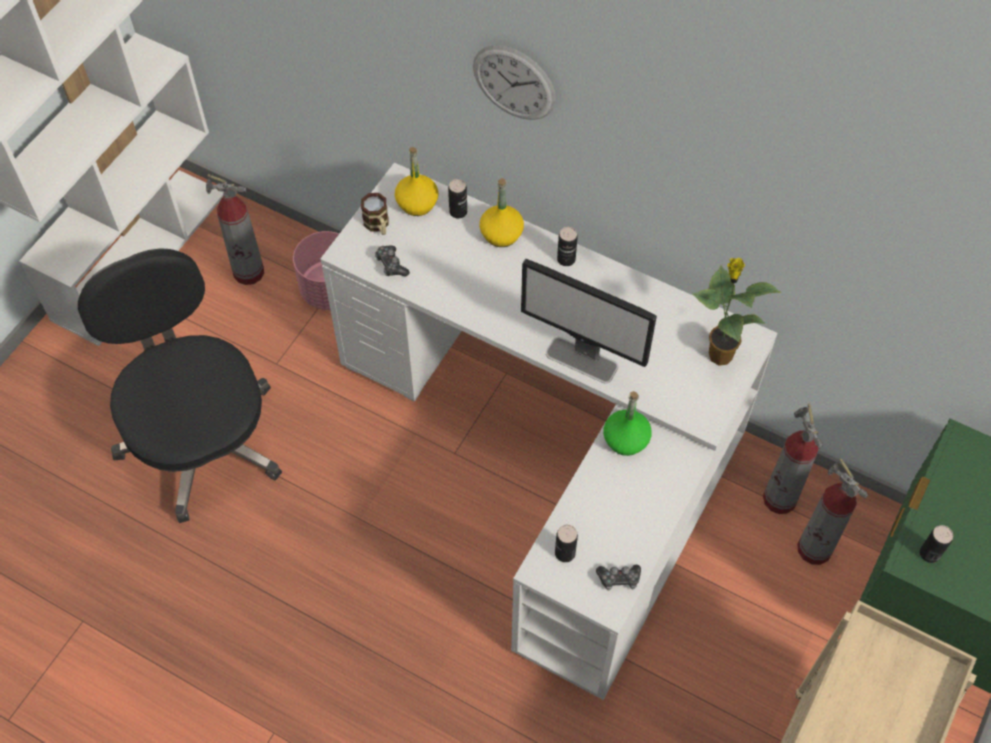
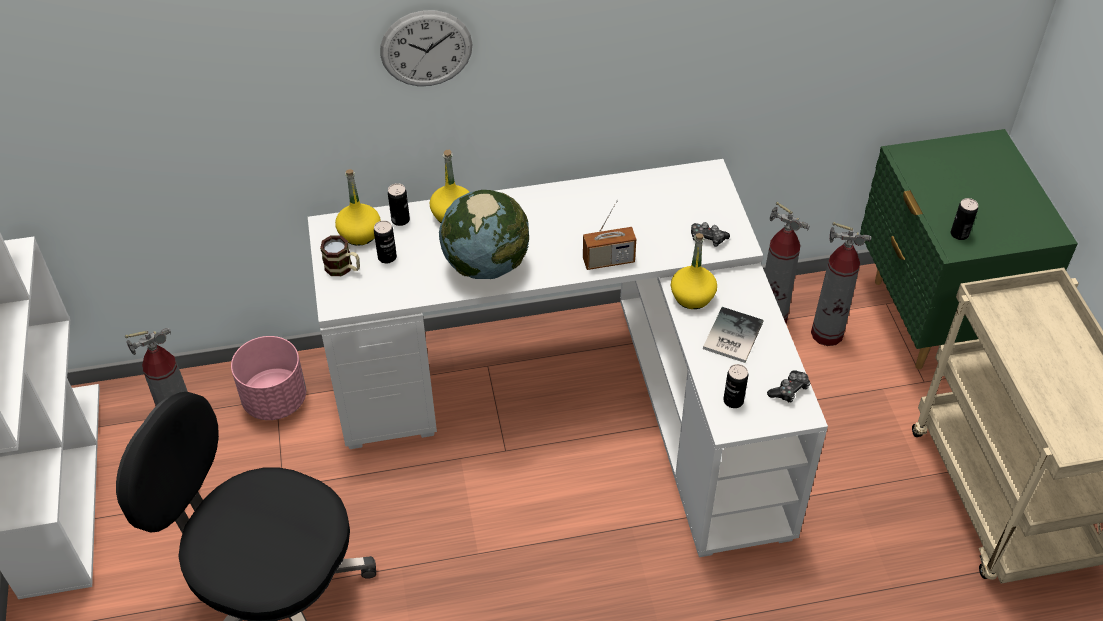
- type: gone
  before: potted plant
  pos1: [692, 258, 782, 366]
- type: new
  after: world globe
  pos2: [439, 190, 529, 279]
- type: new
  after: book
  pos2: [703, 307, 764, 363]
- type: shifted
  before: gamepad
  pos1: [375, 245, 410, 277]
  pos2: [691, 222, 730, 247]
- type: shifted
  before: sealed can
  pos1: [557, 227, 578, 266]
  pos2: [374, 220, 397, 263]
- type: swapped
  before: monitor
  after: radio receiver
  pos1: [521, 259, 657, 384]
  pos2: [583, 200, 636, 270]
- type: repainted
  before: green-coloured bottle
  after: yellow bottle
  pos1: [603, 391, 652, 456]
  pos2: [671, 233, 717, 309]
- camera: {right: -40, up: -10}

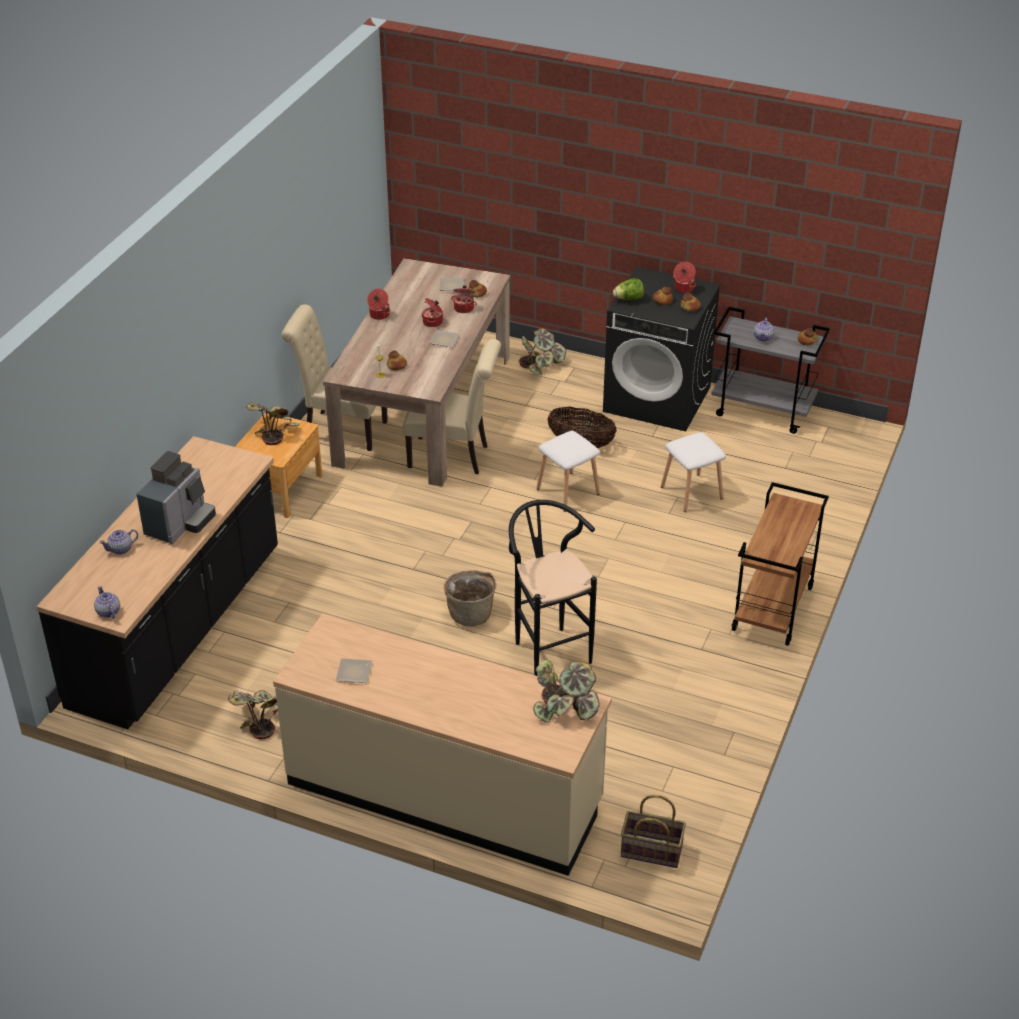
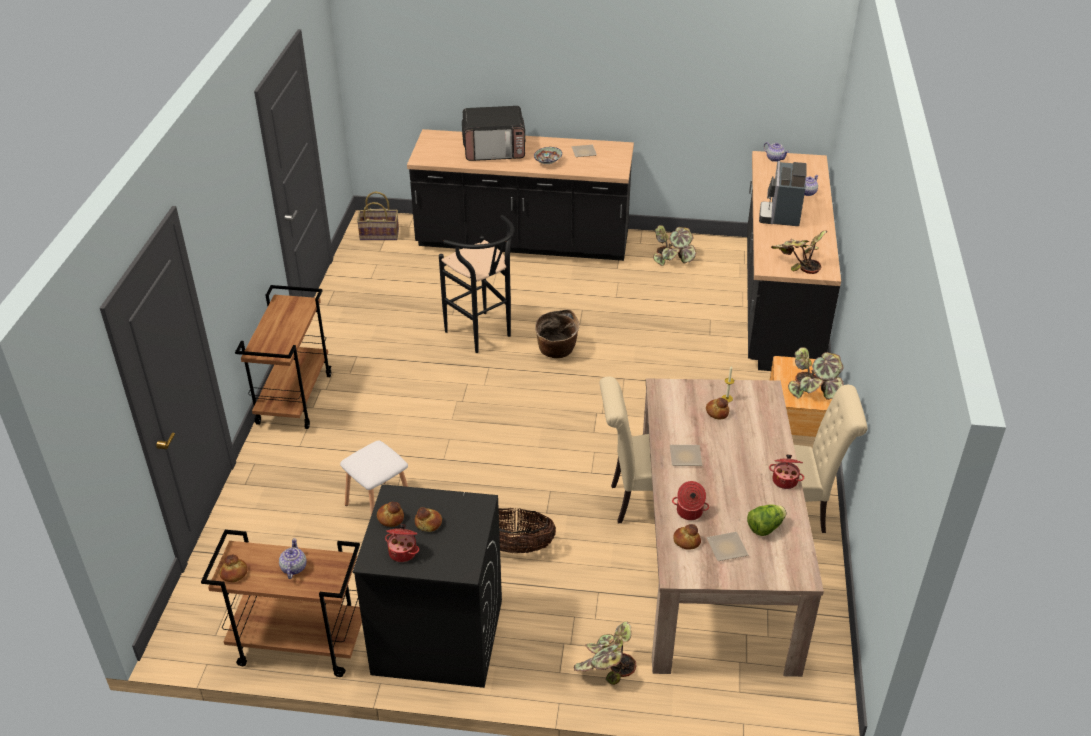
- type: gone
  before: saucepot
  pos1: [422, 298, 443, 327]
- type: gone
  before: whitish stool
  pos1: [536, 431, 600, 512]
- type: new
  after: microwave oven
  pos2: [462, 106, 525, 161]
- type: new
  after: bowl
  pos2: [534, 147, 562, 164]
- type: shifted
  before: potted plant
  pos1: [533, 660, 600, 723]
  pos2: [771, 231, 828, 274]
- type: shifted
  before: lettuce head
  pos1: [613, 278, 644, 300]
  pos2: [747, 505, 786, 536]
- type: repainted
  before: sand-coloured kitchen base unit
  after: black kitchen base unit
  pos1: [273, 614, 612, 876]
  pos2: [407, 129, 634, 261]
- type: repainted
  before: greyish wheeled cart
  after: brownish wheeled cart
  pos1: [711, 307, 830, 434]
  pos2: [201, 530, 362, 677]
- camera: {right: 165, up: 0}

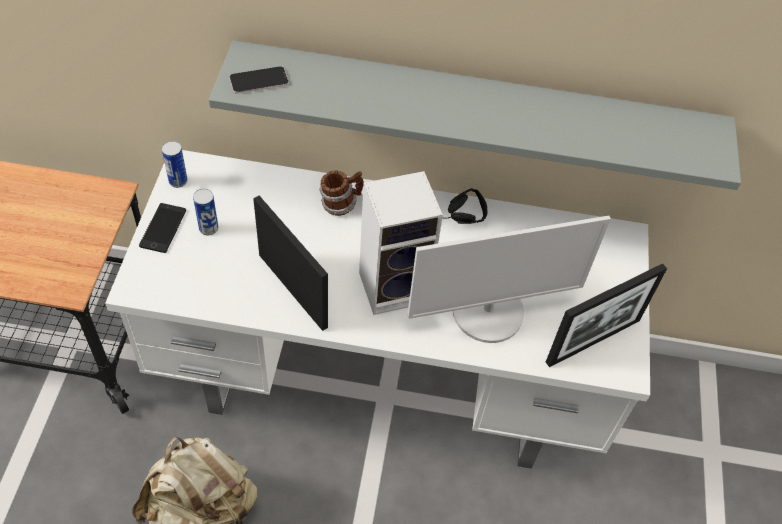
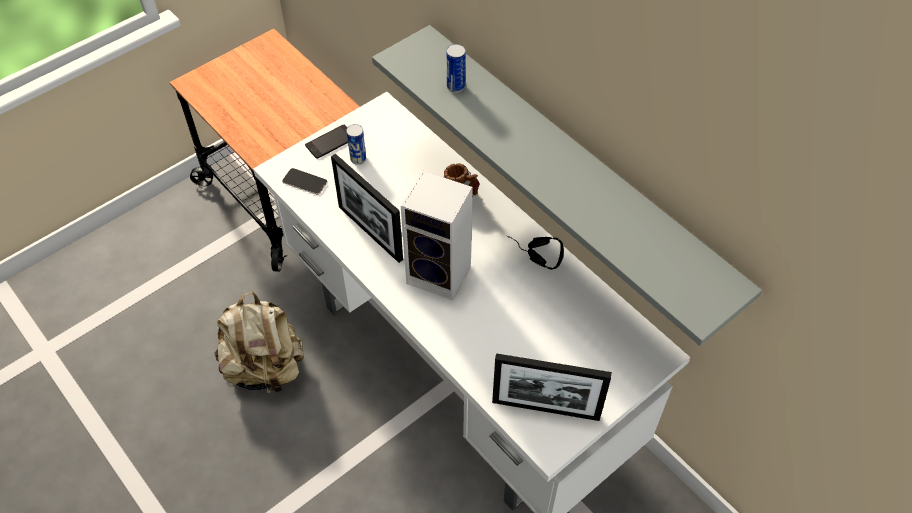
- type: gone
  before: monitor
  pos1: [407, 216, 611, 343]
- type: shifted
  before: sealed can
  pos1: [162, 141, 188, 188]
  pos2: [446, 44, 465, 93]
- type: shifted
  before: telephone
  pos1: [229, 66, 289, 94]
  pos2: [282, 168, 328, 195]
- type: rotated
  before: photo frame
  pos1: [253, 196, 328, 331]
  pos2: [331, 154, 403, 263]
  turn: 135
- camera: {right: 45, up: 0}

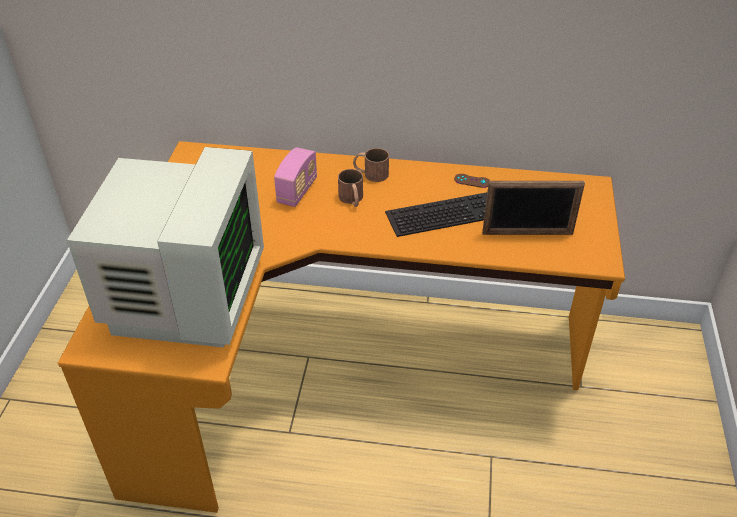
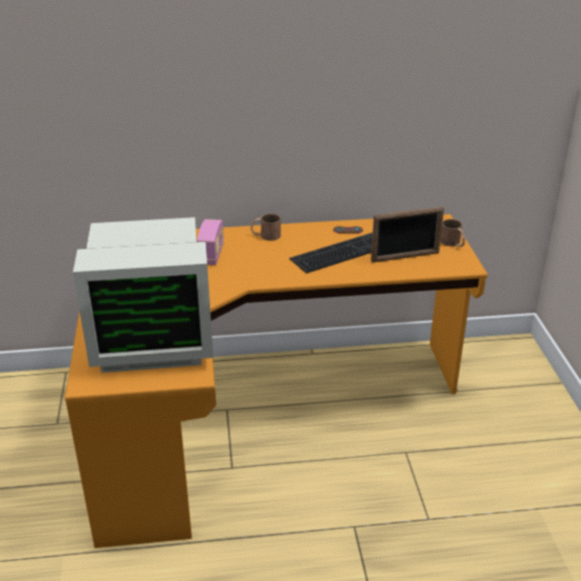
- type: shifted
  before: brownish mug
  pos1: [338, 169, 363, 207]
  pos2: [440, 219, 465, 247]
- type: rotated
  before: monitor
  pos1: [67, 147, 264, 348]
  pos2: [73, 217, 213, 373]
  turn: 90
- camera: {right: -15, up: -10}

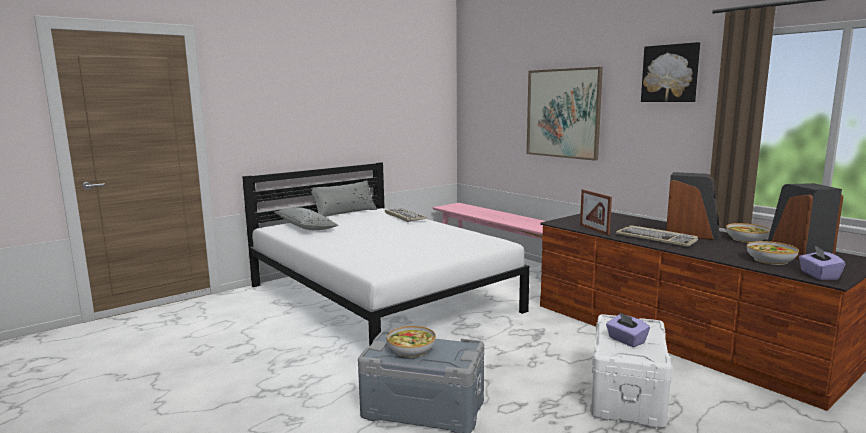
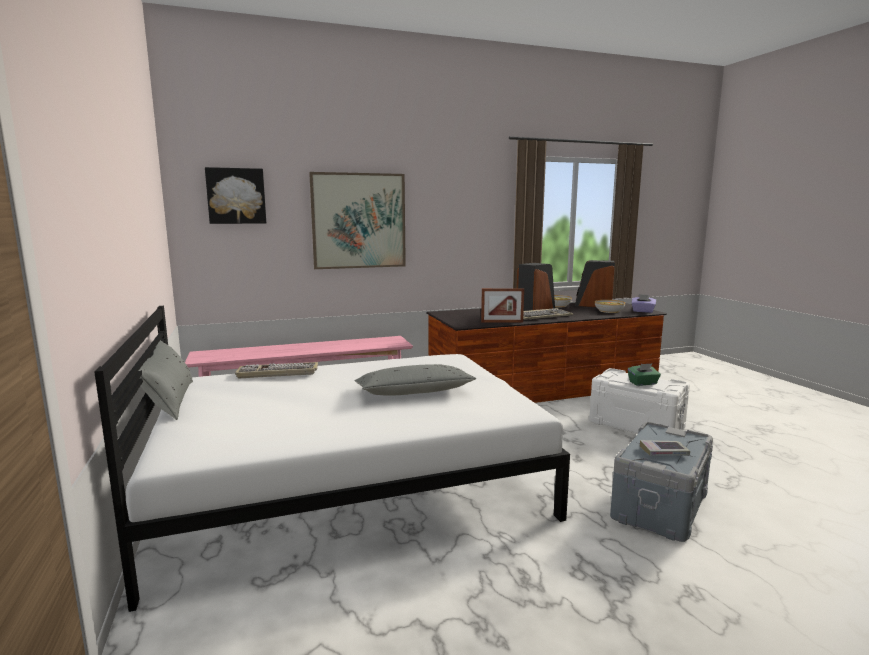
- type: shifted
  before: greyish cushion
  pos1: [275, 207, 339, 230]
  pos2: [355, 364, 477, 396]
- type: shifted
  before: wall picture
  pos1: [641, 42, 700, 102]
  pos2: [205, 167, 266, 224]
- type: swapped
  before: bowl
  after: book
  pos1: [387, 326, 436, 358]
  pos2: [640, 440, 690, 455]
- type: repainted
  before: purple-coloured tissue holder
  after: green-coloured tissue holder
  pos1: [606, 313, 650, 347]
  pos2: [628, 364, 661, 386]
- camera: {right: -70, up: 0}

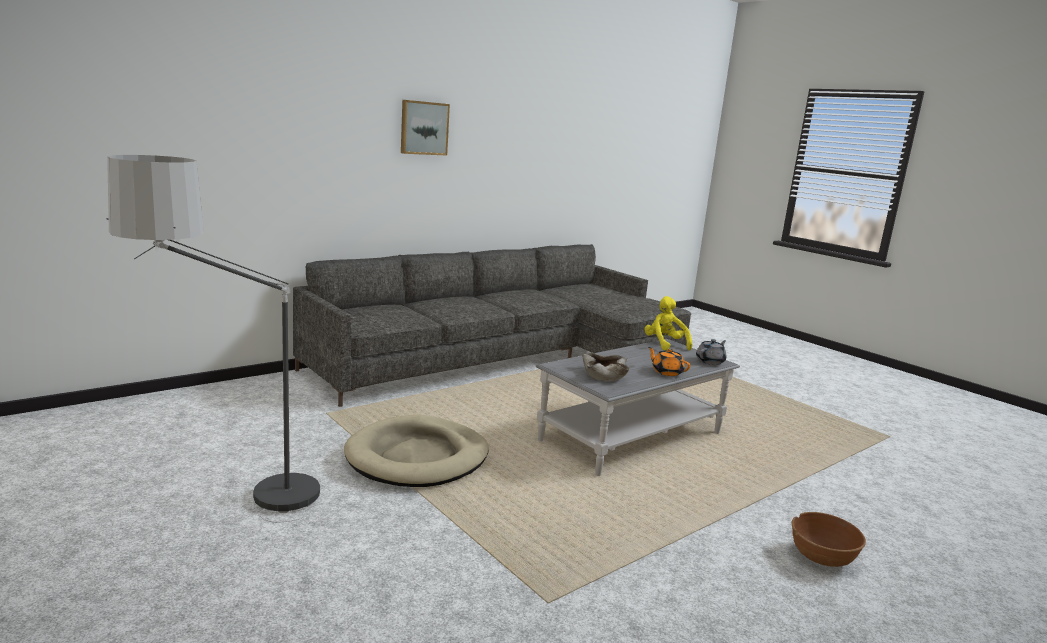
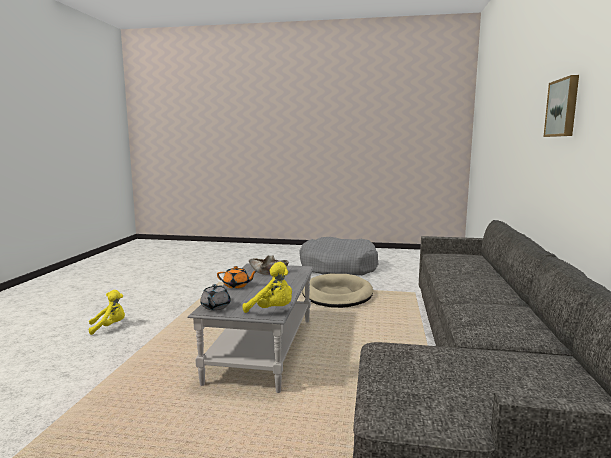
- type: swapped
  before: standing lamp
  after: greyish dog cushion
  pos1: [107, 155, 324, 522]
  pos2: [299, 237, 378, 275]
- type: swapped
  before: brownish bowl
  after: yellow cuddly toy
  pos1: [792, 512, 866, 567]
  pos2: [89, 290, 125, 335]
- camera: {right: 140, up: -5}

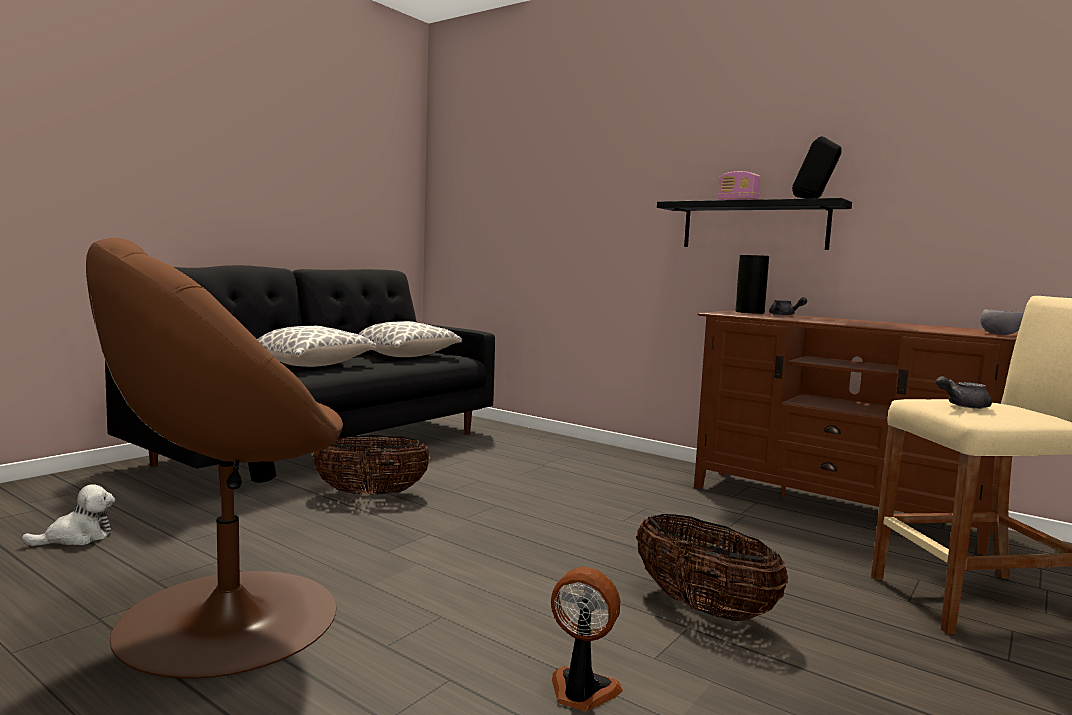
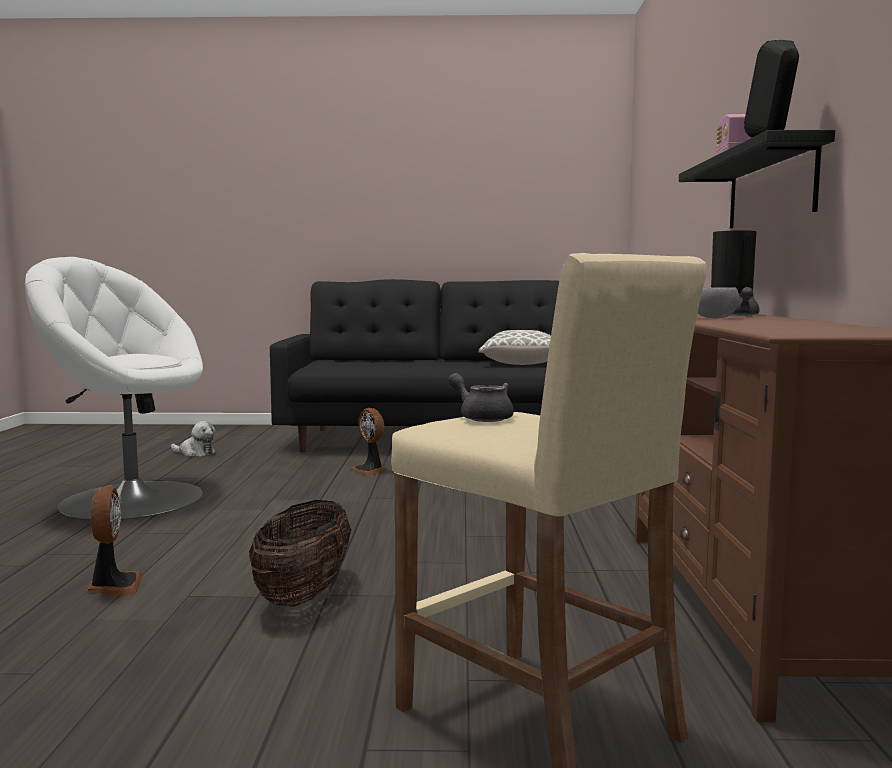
- type: gone
  before: cushion
  pos1: [257, 326, 377, 367]
- type: shifted
  before: greyish bowl
  pos1: [980, 310, 1023, 335]
  pos2: [698, 287, 739, 319]
- type: swapped
  before: basket
  after: fan
  pos1: [313, 435, 431, 495]
  pos2: [349, 408, 386, 476]
- type: repainted
  before: brownish armchair
  after: whitish armchair
  pos1: [86, 238, 343, 678]
  pos2: [25, 257, 203, 520]
- camera: {right: 55, up: 0}

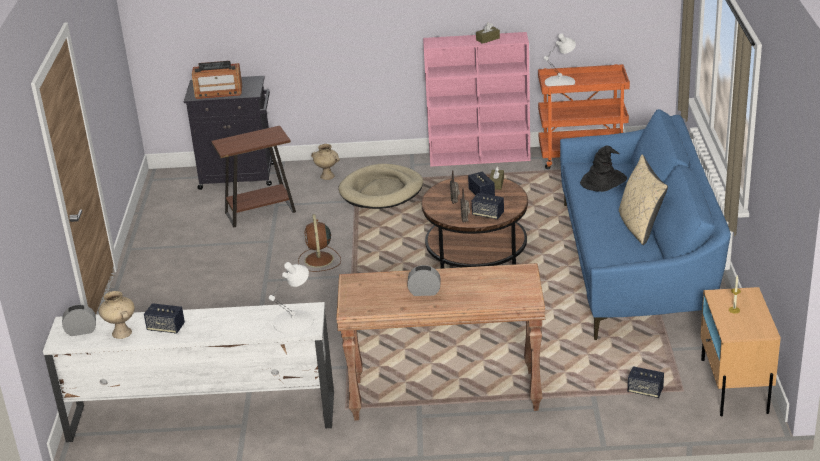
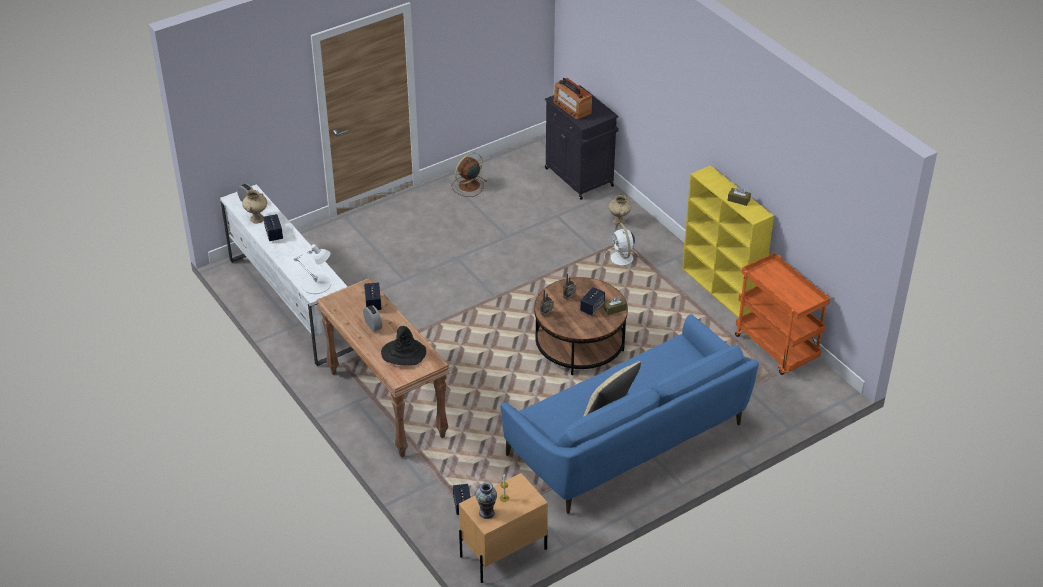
- type: gone
  before: brownish side table
  pos1: [211, 126, 296, 228]
- type: gone
  before: whitish lamp for a table
  pos1: [544, 34, 576, 86]
- type: new
  after: flower vase
  pos2: [475, 482, 497, 519]
- type: shifted
  before: brownish fan
  pos1: [298, 214, 341, 272]
  pos2: [452, 152, 487, 197]
- type: shifted
  before: speaker
  pos1: [472, 193, 504, 219]
  pos2: [364, 282, 382, 310]
- type: shifted
  before: black hat
  pos1: [580, 146, 627, 192]
  pos2: [381, 326, 426, 366]
- type: swapped
  before: sand-coloured dog cushion
  after: whitish fan
  pos1: [338, 164, 423, 209]
  pos2: [604, 223, 637, 269]
- type: repainted
  before: pink shelving unit
  after: yellow shelving unit
  pos1: [423, 32, 530, 167]
  pos2: [682, 165, 774, 318]
- camera: {right: 55, up: 10}

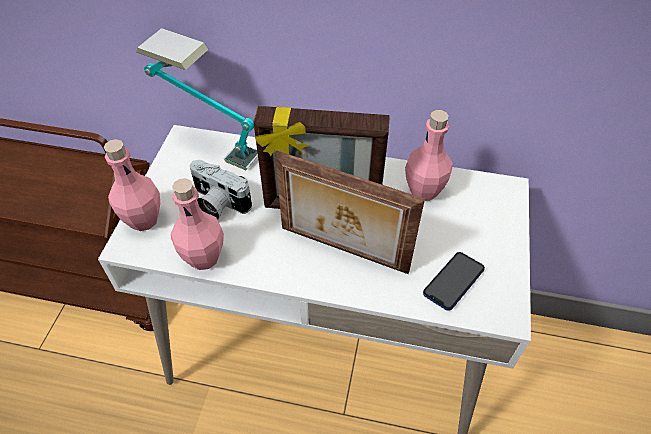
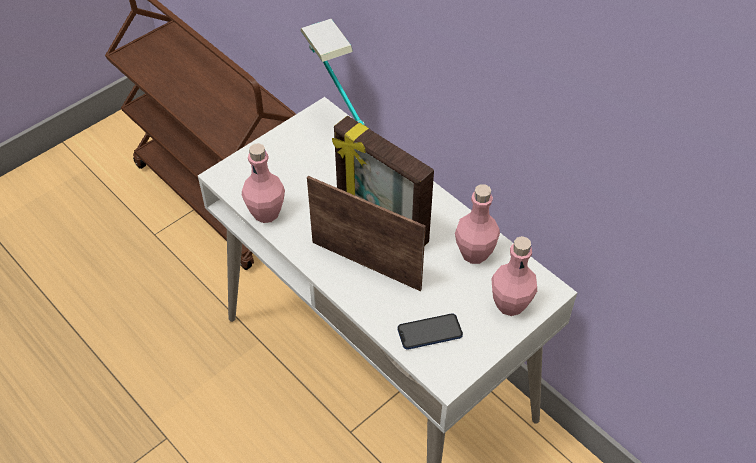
- type: gone
  before: still camera
  pos1: [190, 160, 252, 220]
- type: shifted
  before: pink bottle
  pos1: [104, 139, 160, 231]
  pos2: [491, 236, 537, 316]
- type: rotated
  before: photo frame
  pos1: [275, 150, 425, 274]
  pos2: [307, 176, 426, 291]
  turn: 150
- camera: {right: 35, up: 0}

